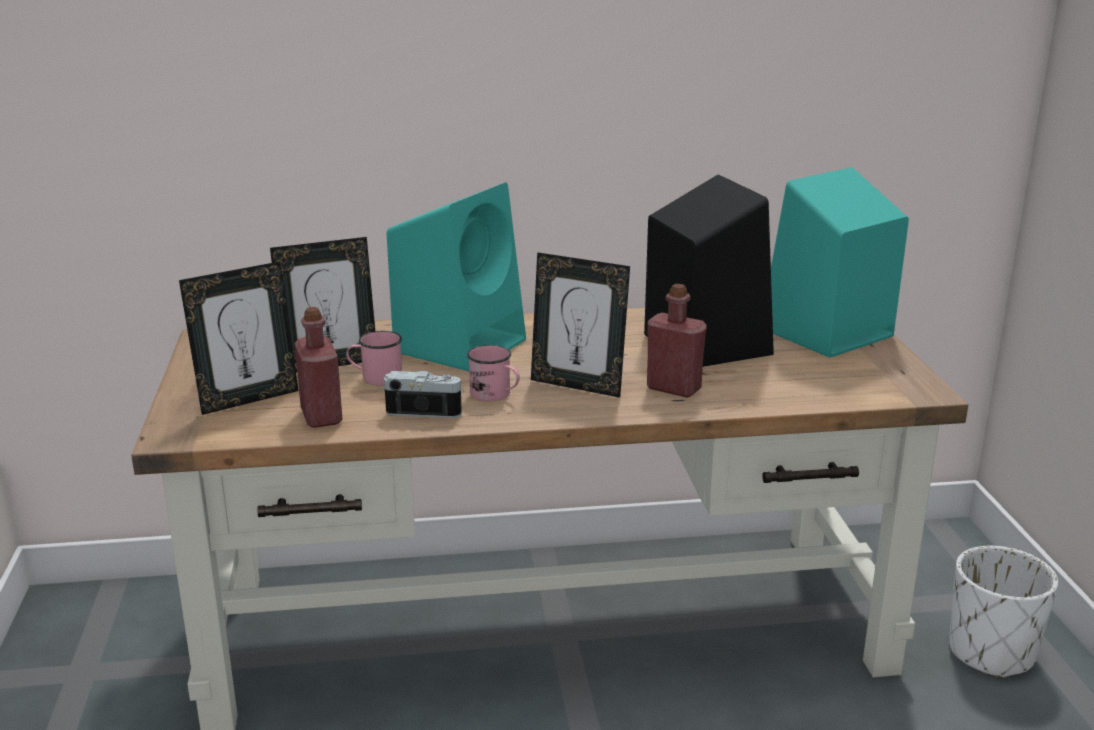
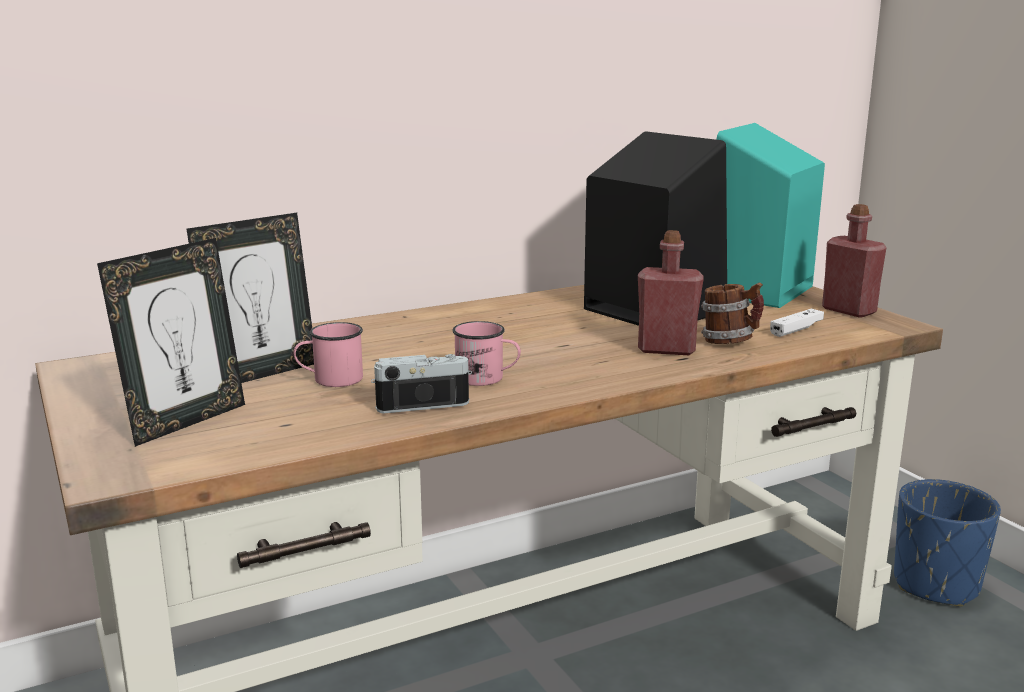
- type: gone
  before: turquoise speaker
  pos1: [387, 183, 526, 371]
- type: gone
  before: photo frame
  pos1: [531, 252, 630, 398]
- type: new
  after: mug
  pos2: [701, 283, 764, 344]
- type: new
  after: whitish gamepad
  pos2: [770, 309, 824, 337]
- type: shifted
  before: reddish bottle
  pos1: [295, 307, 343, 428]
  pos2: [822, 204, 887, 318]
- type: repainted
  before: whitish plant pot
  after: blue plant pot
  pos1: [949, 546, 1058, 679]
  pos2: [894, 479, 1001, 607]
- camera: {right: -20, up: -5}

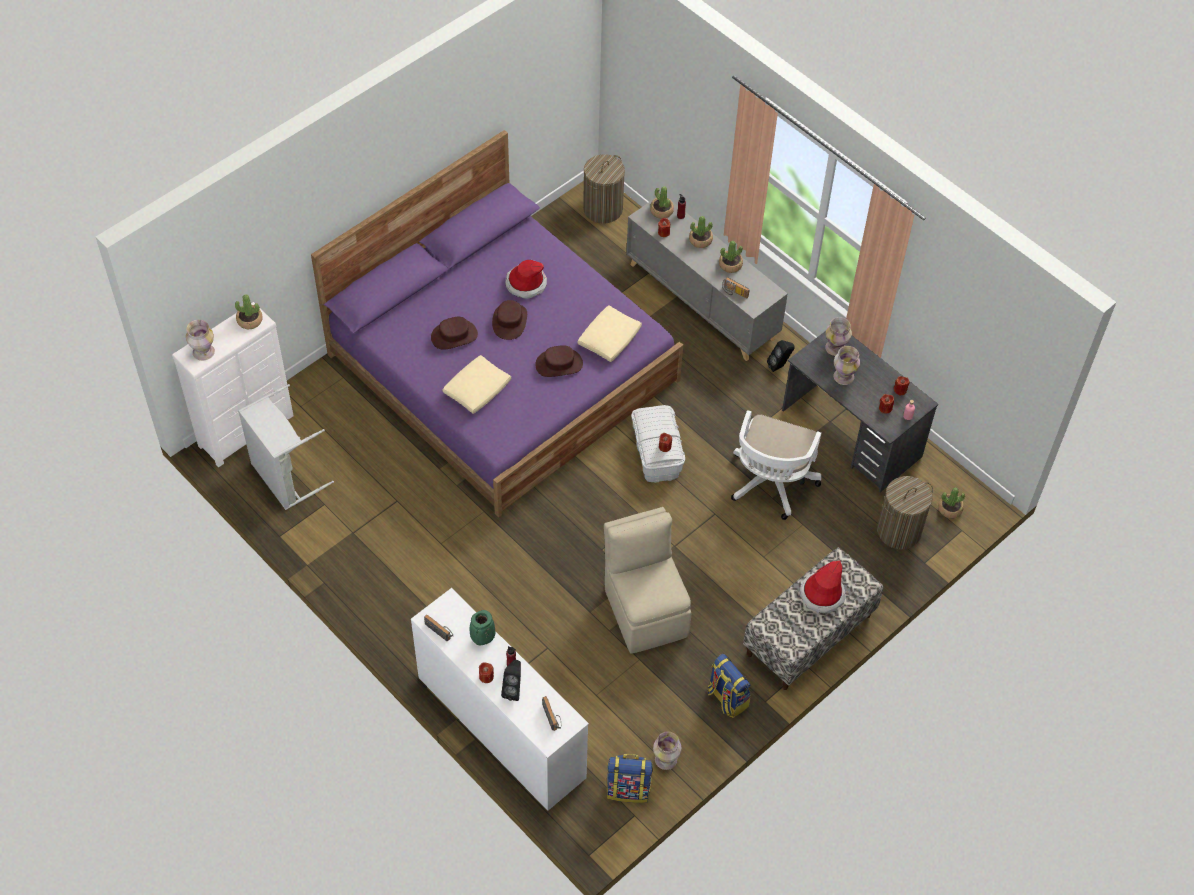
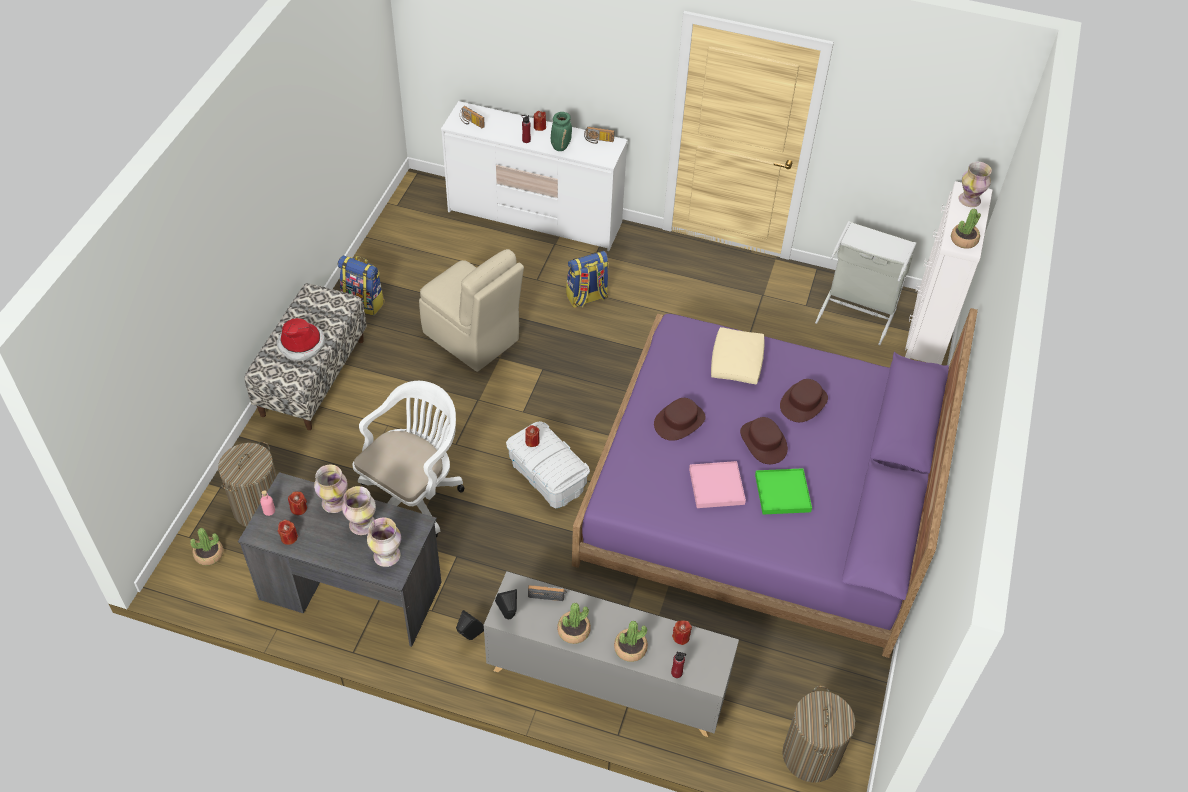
- type: gone
  before: sand-coloured cushion
  pos1: [577, 305, 642, 362]
- type: gone
  before: potted plant
  pos1: [650, 186, 674, 219]
- type: new
  after: pink tray
  pos2: [689, 461, 746, 508]
- type: shifted
  before: black speaker
  pos1: [501, 660, 521, 701]
  pos2: [495, 589, 517, 619]
- type: shifted
  before: backpack
  pos1: [607, 754, 653, 803]
  pos2: [566, 251, 609, 308]
- type: shifted
  before: flower vase
  pos1: [653, 731, 681, 770]
  pos2: [314, 465, 348, 513]
- type: swapped
  before: hat
  after: green-coloured tray
  pos1: [505, 260, 547, 299]
  pos2: [755, 468, 812, 514]
- type: rotated
  before: whitish desk chair
  pos1: [731, 410, 821, 520]
  pos2: [353, 381, 464, 538]
  turn: 45
- camera: {right: 150, up: -5}

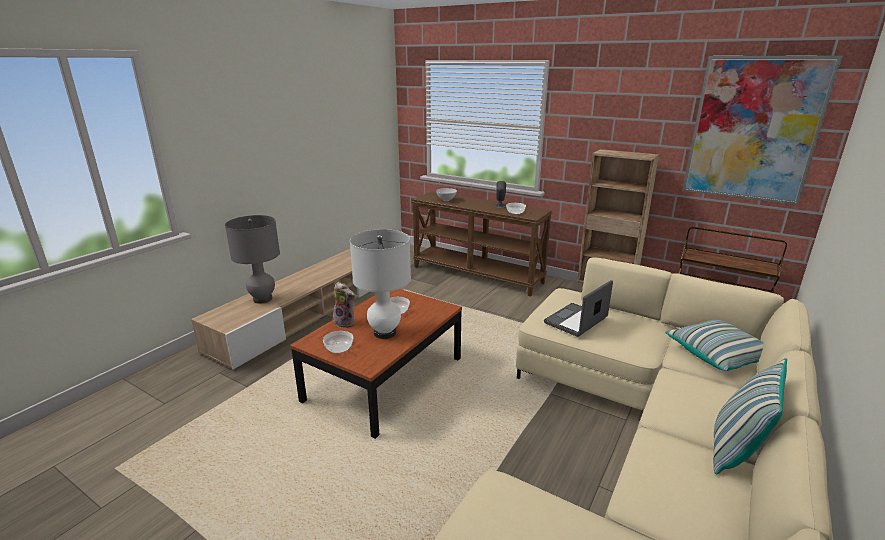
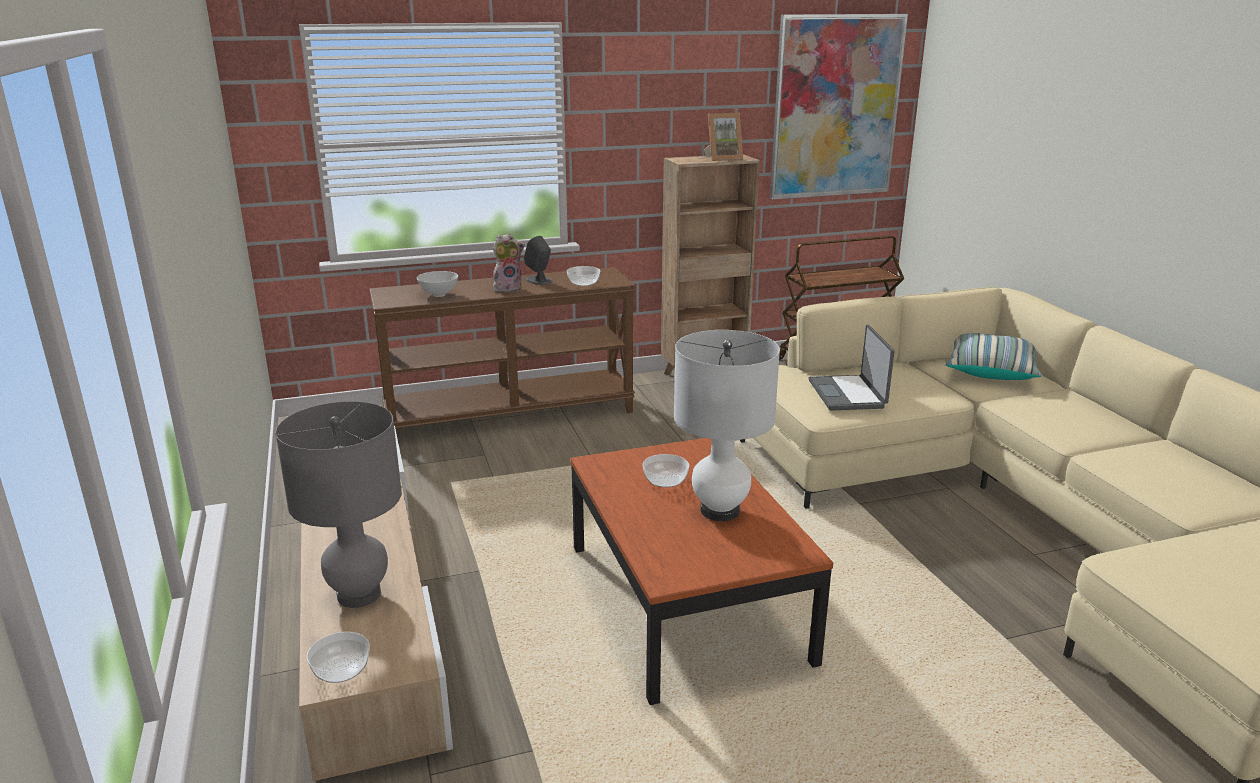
- type: gone
  before: cushion
  pos1: [713, 358, 787, 475]
- type: new
  after: photo frame
  pos2: [704, 113, 743, 161]
- type: shifted
  before: bowl
  pos1: [323, 331, 353, 353]
  pos2: [307, 632, 370, 683]
- type: shifted
  before: cuddly toy
  pos1: [333, 282, 355, 328]
  pos2: [493, 233, 525, 292]
- camera: {right: -50, up: 0}

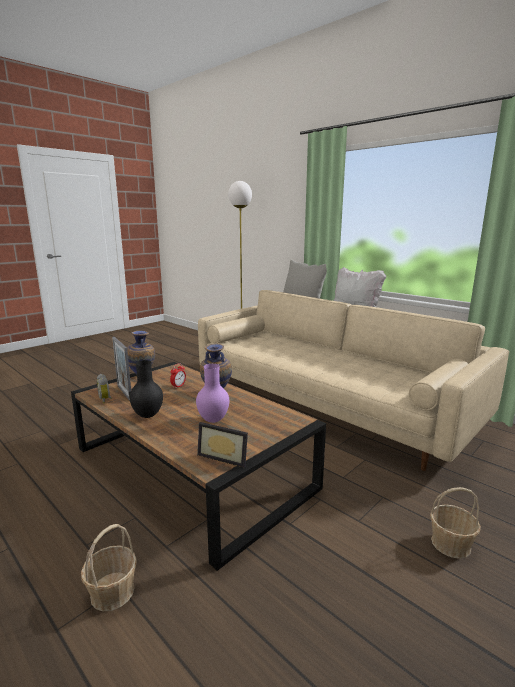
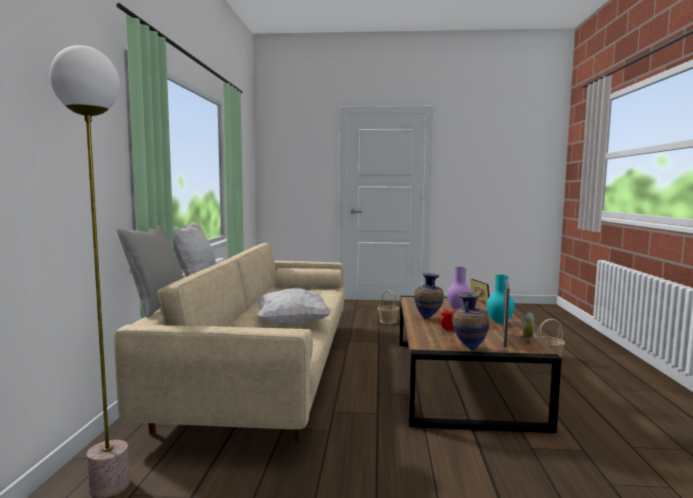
- type: new
  after: whitish cushion
  pos2: [256, 288, 332, 324]
- type: repainted
  before: black flower vase
  after: turquoise flower vase
  pos1: [129, 360, 163, 418]
  pos2: [487, 275, 515, 323]
- camera: {right: -130, up: -10}

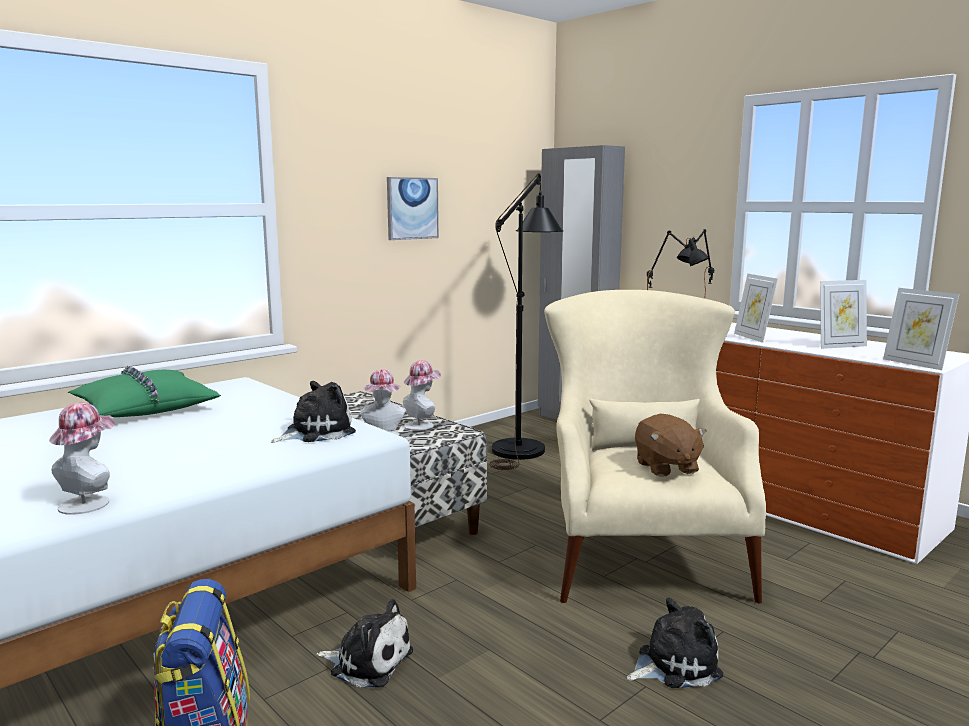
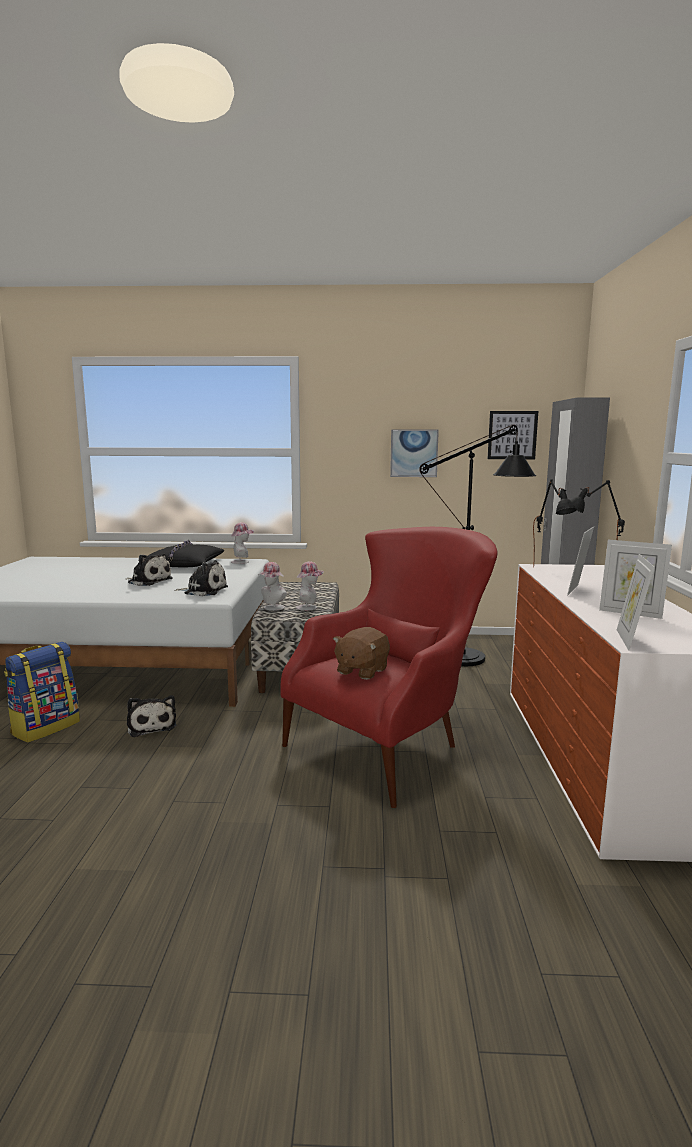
- type: new
  after: wall picture
  pos2: [488, 411, 538, 459]
- type: shifted
  before: hat
  pos1: [49, 402, 114, 515]
  pos2: [231, 522, 254, 564]
- type: shifted
  before: cuddly toy
  pos1: [627, 598, 723, 688]
  pos2: [127, 553, 173, 586]
- type: repainted
  before: green-coloured cushion
  after: black cushion
  pos1: [68, 366, 221, 417]
  pos2: [148, 540, 224, 567]
- type: repainted
  before: sand-coloured armchair
  after: reddish armchair
  pos1: [544, 290, 766, 603]
  pos2: [280, 527, 498, 808]
- camera: {right: 45, up: 0}

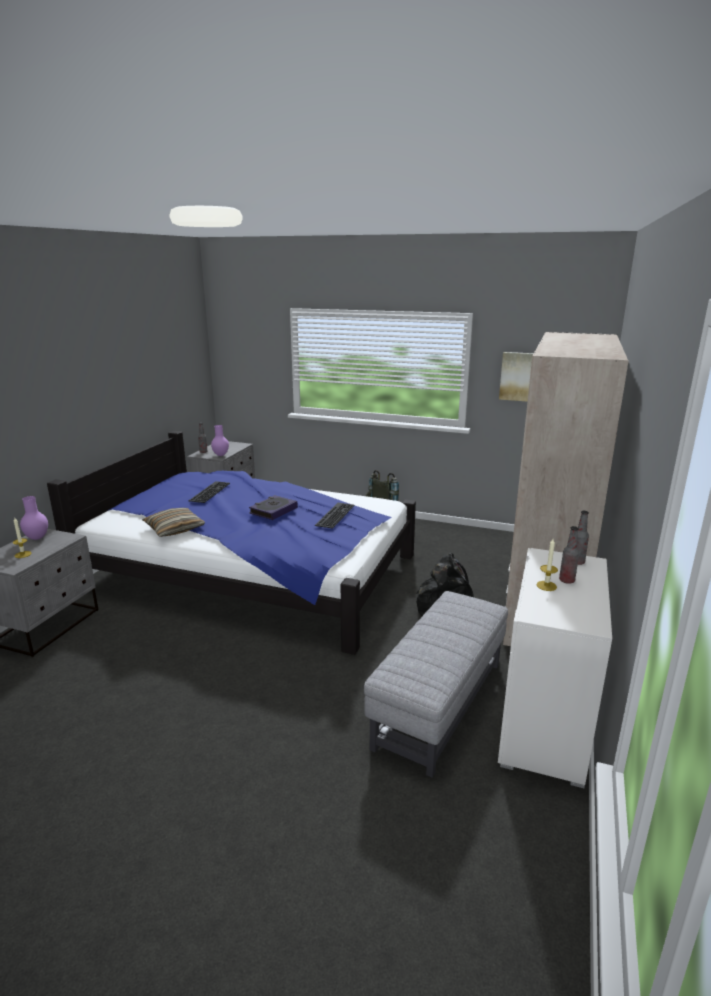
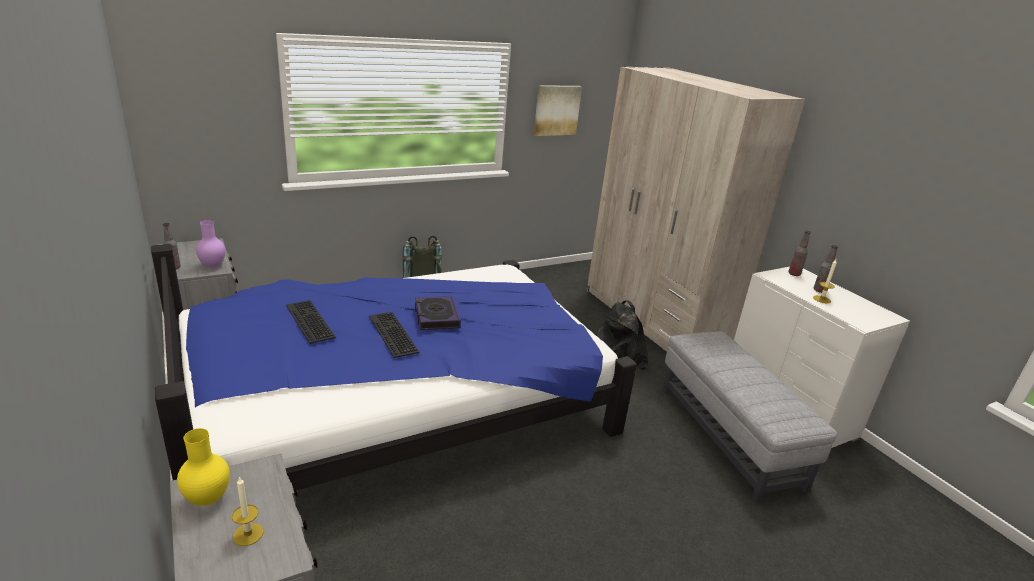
- type: gone
  before: cushion
  pos1: [142, 508, 205, 537]
- type: shifted
  before: PC keyboard
  pos1: [315, 503, 355, 529]
  pos2: [369, 312, 420, 358]
- type: repainted
  before: purple-coloured flower vase
  after: yellow flower vase
  pos1: [20, 496, 48, 540]
  pos2: [177, 428, 230, 506]
- camera: {right: -50, up: 5}

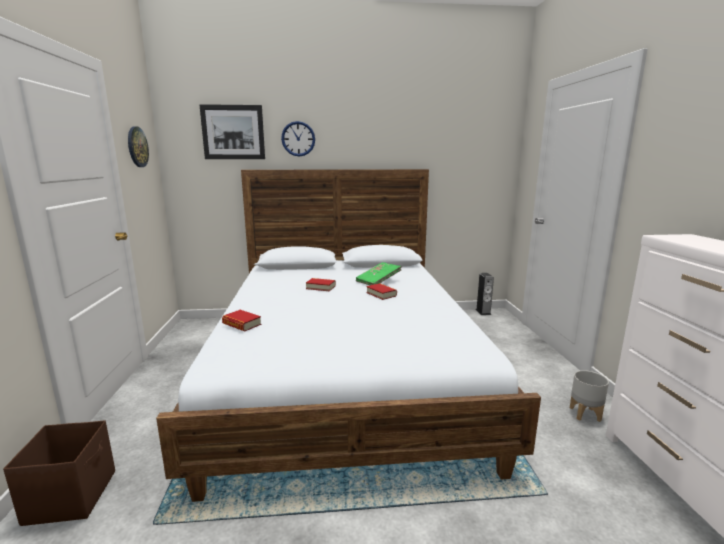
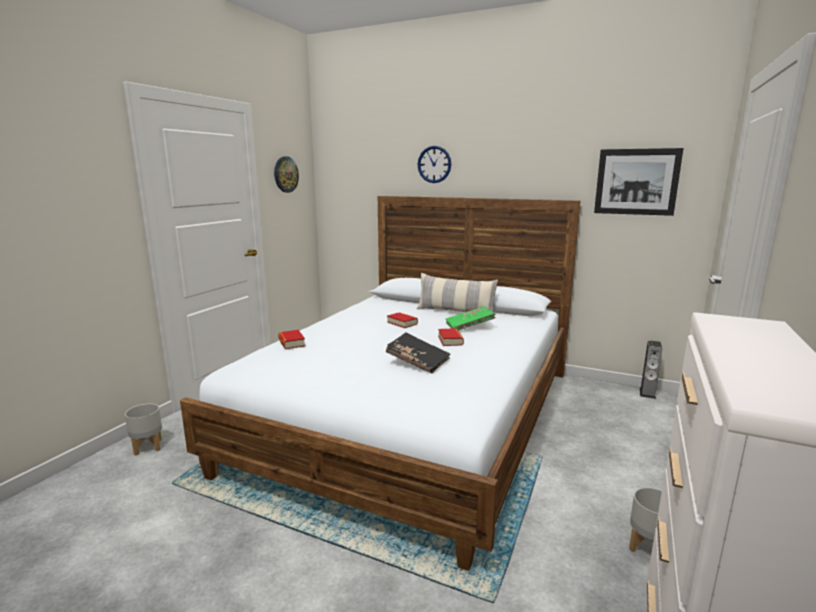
- type: new
  after: black book
  pos2: [386, 332, 450, 374]
- type: new
  after: cushion
  pos2: [417, 273, 498, 312]
- type: shifted
  before: wall picture
  pos1: [199, 104, 265, 159]
  pos2: [594, 148, 683, 216]
- type: swapped
  before: brownish storage bin
  after: greyish plant pot
  pos1: [3, 420, 115, 526]
  pos2: [125, 403, 162, 456]
- camera: {right: 30, up: 0}

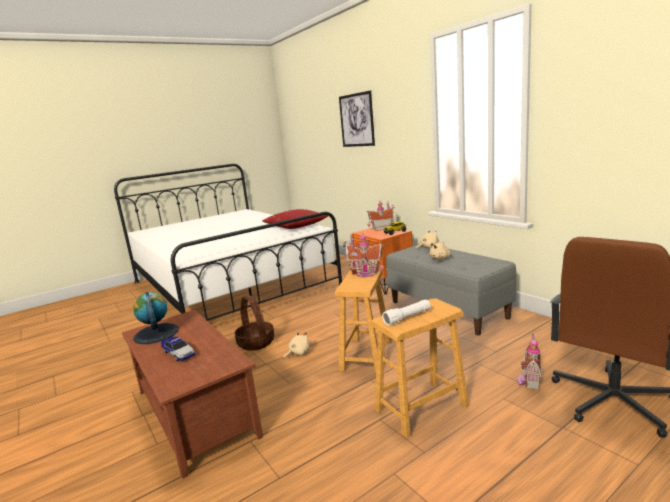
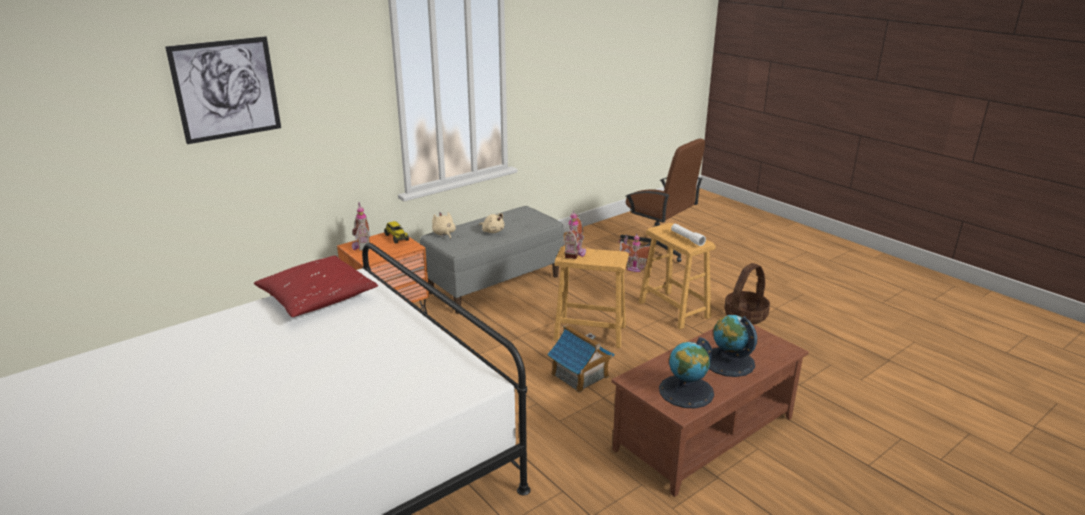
- type: shifted
  before: basket
  pos1: [235, 295, 274, 351]
  pos2: [724, 263, 770, 325]
- type: swapped
  before: miniature car
  after: world globe
  pos1: [161, 337, 195, 361]
  pos2: [709, 315, 757, 377]
- type: swapped
  before: sand-coloured cuddly toy
  after: model house
  pos1: [283, 331, 310, 359]
  pos2: [547, 325, 615, 393]
- camera: {right: -95, up: 10}

